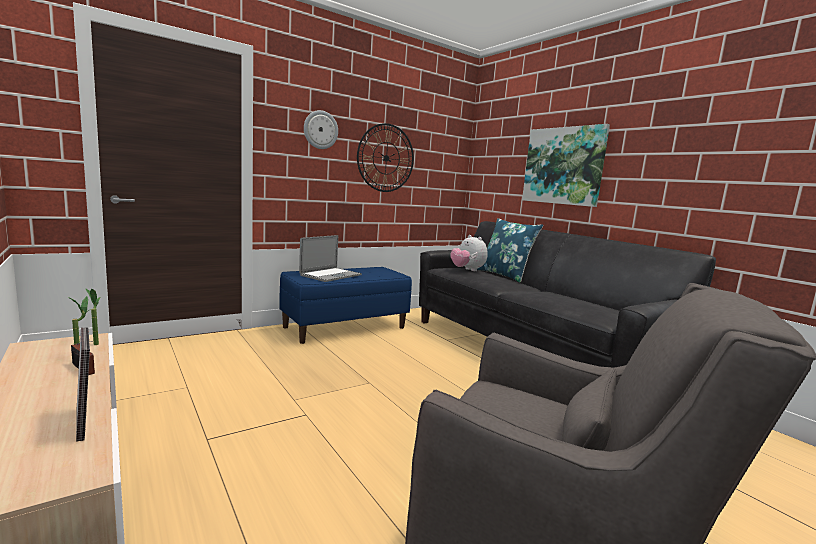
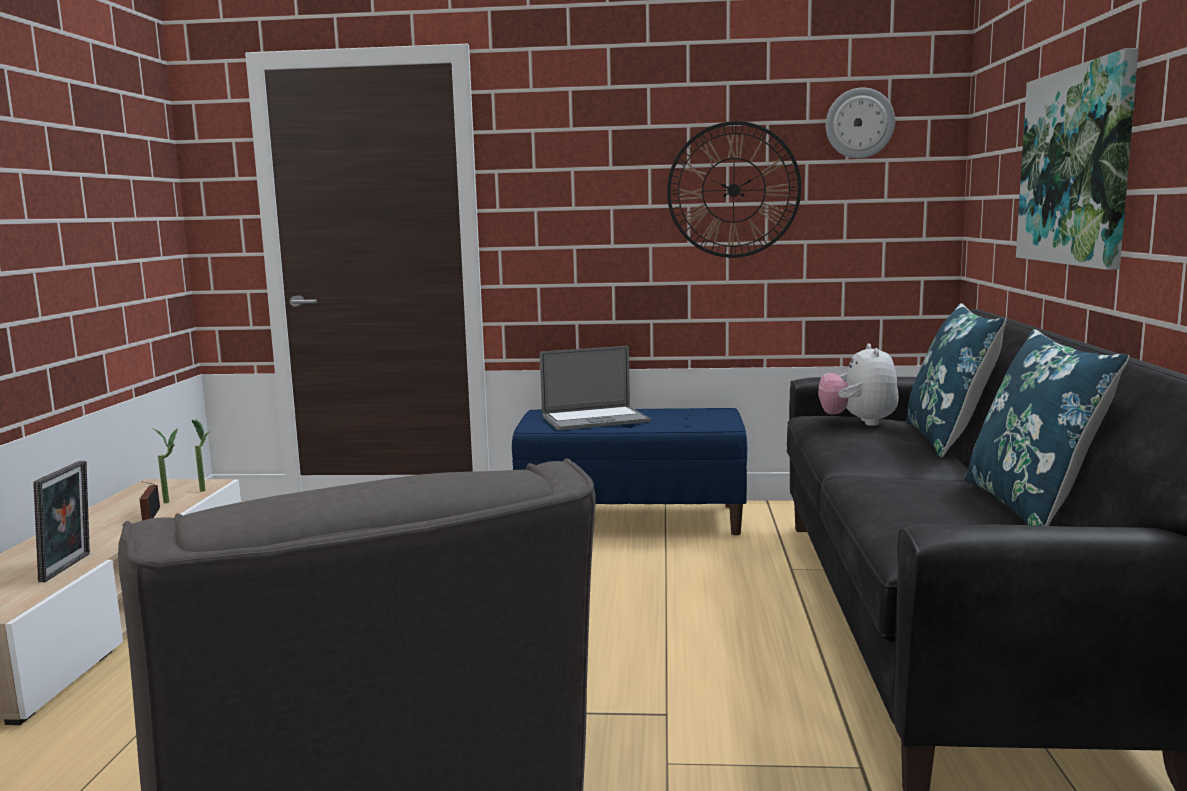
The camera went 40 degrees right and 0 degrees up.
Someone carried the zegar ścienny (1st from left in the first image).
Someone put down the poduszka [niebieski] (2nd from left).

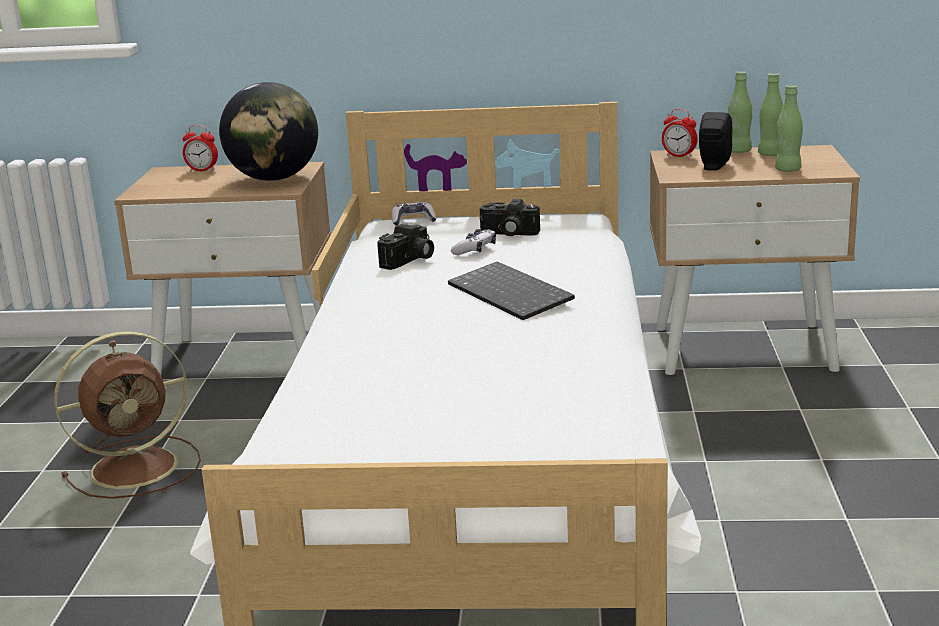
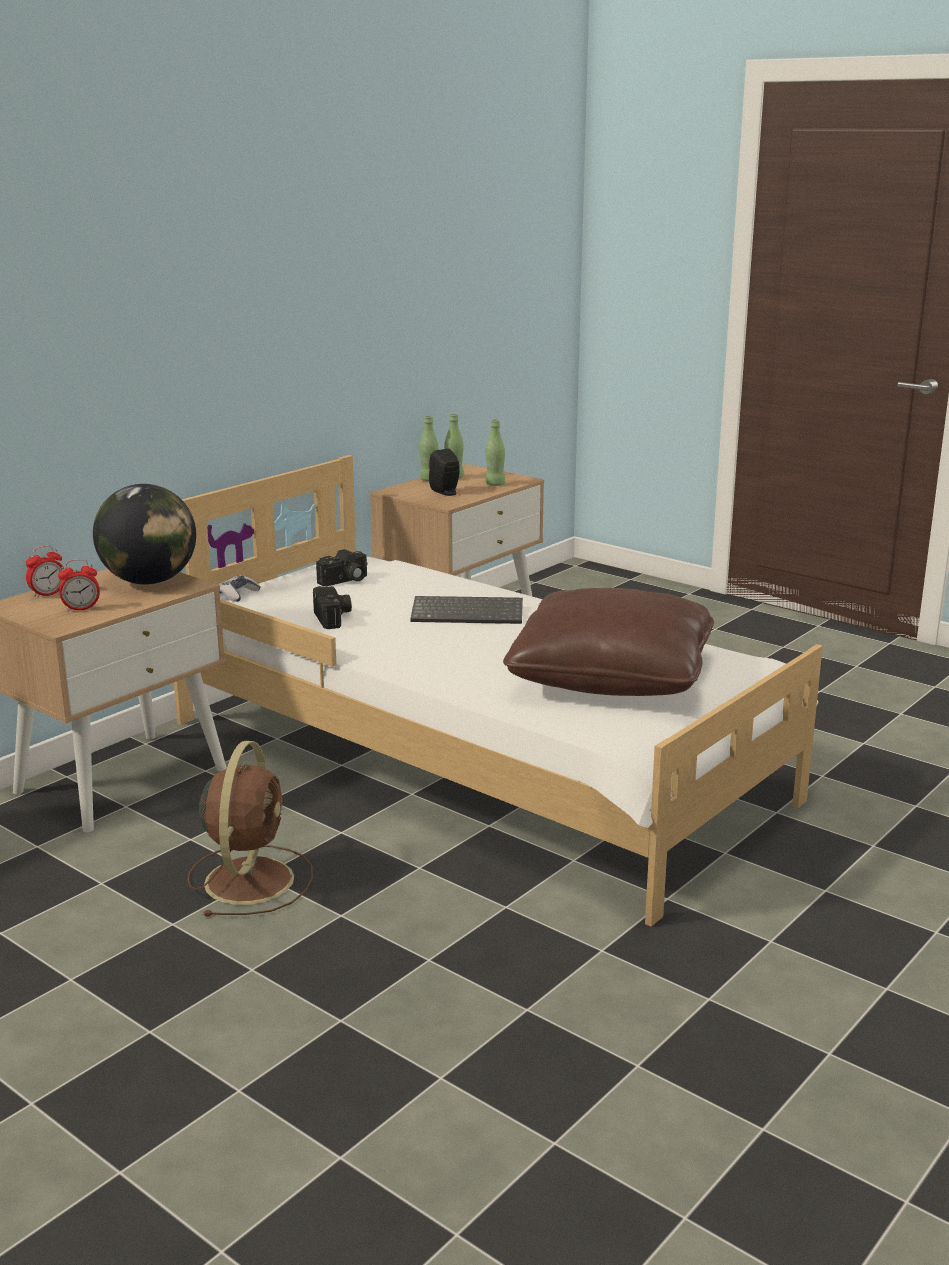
The camera went 55 degrees left and 0 degrees up.
Someone took away the pad do gier (2nd from left).
Someone carried the budzik (2nd from left).
Someone put down the poduszka [brązowy].

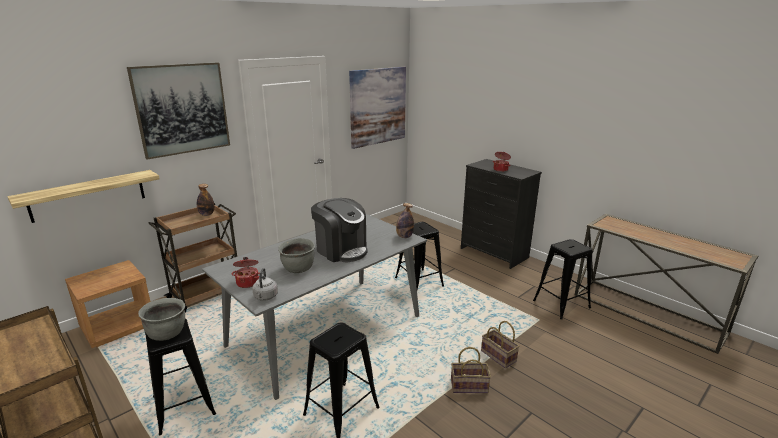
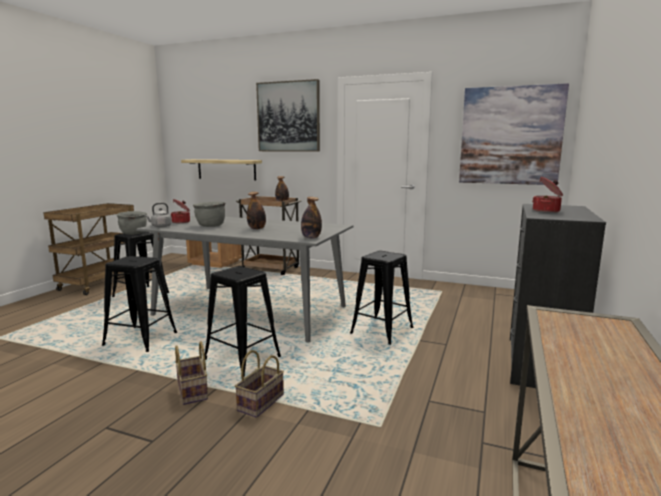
The camera went 65 degrees right and 10 degrees down.
Someone swapped the ekspres do kawy for the butelka (1st from left).
Someone carried the stołek [czarny] (4th from left in the first image).

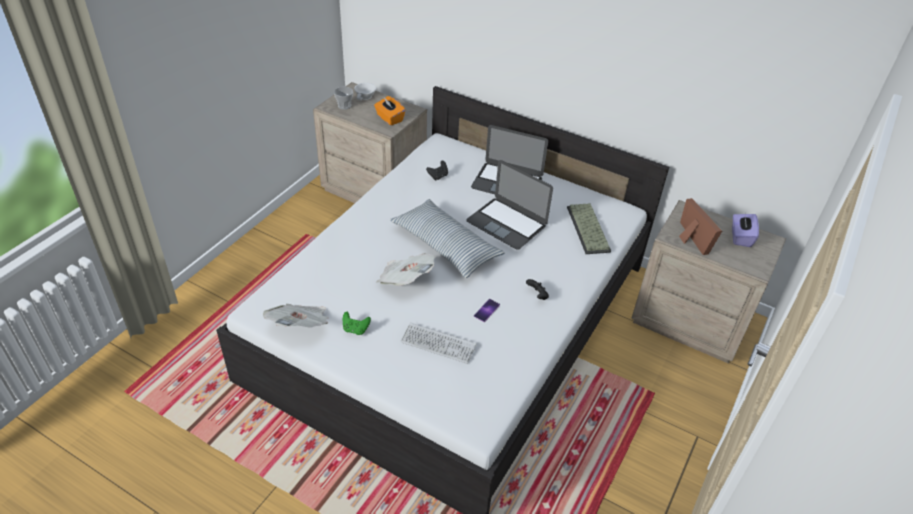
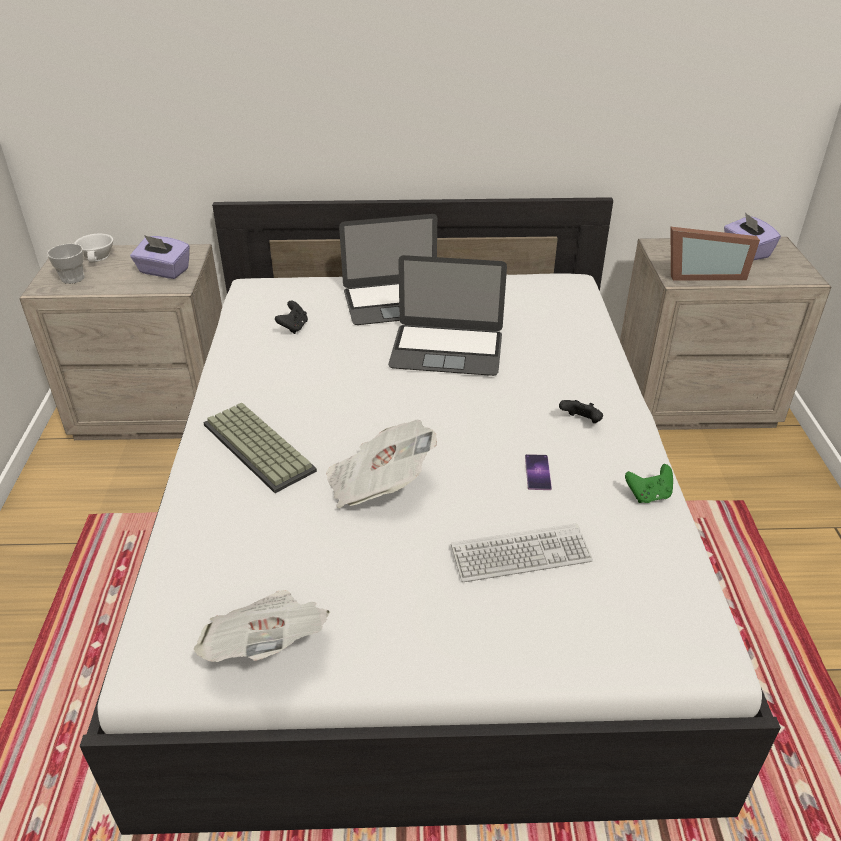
The camera went 30 degrees left and 5 degrees down.
Someone carried the pad do gier [zielony].
Someone repainted the pudełko chusteczek [pomarańczowy], which became the pudełko chusteczek [fioletowy] (1st from left).
Someone took away the poduszka.
Someone carried the klawiatura (2nd from left in the first image).
Someone rotated the ramka na zdjęcie by 135 degrees clockwise.

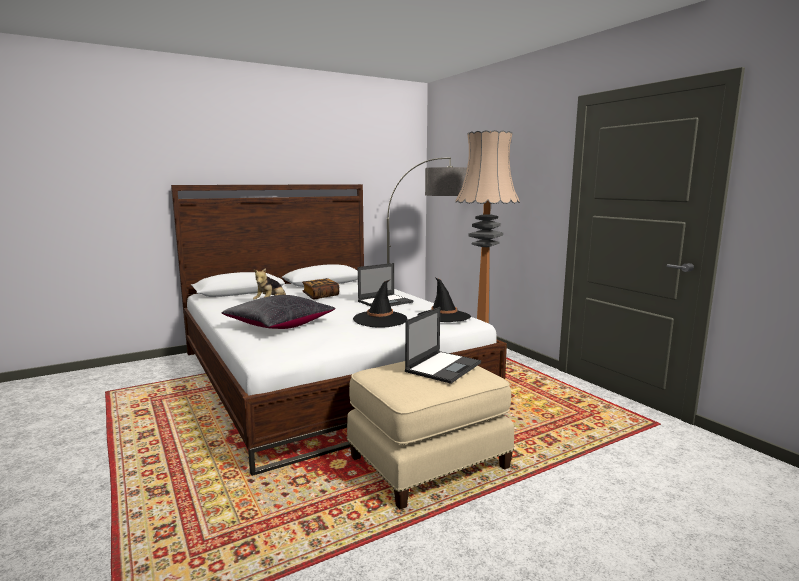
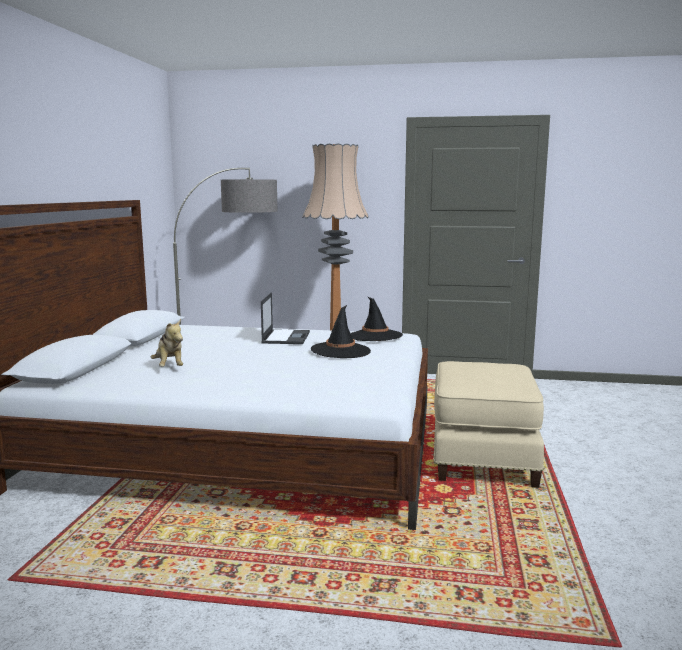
The camera went 50 degrees left and 0 degrees up.
Someone took away the poduszka [czarny].
Someone took away the książka.
Someone took away the laptop (2nd from left).

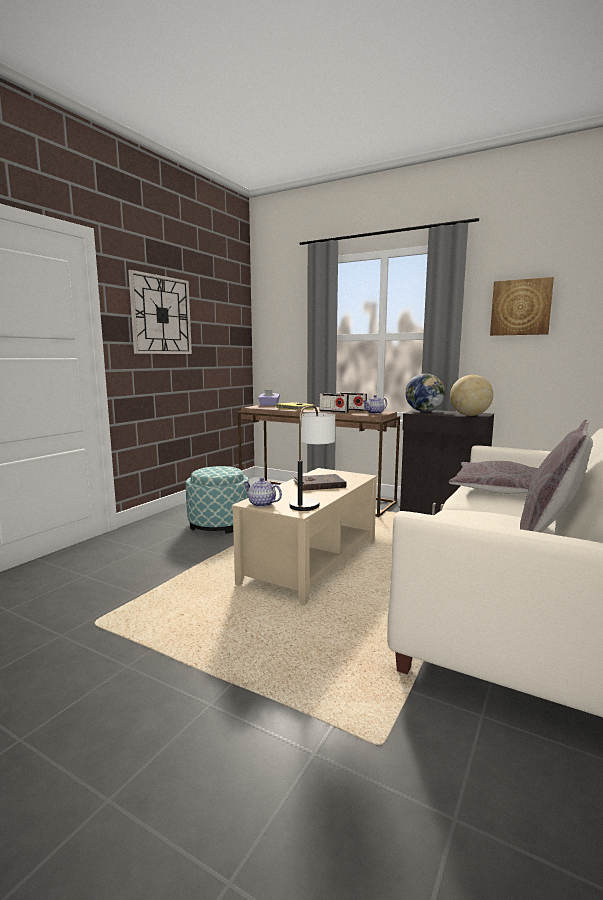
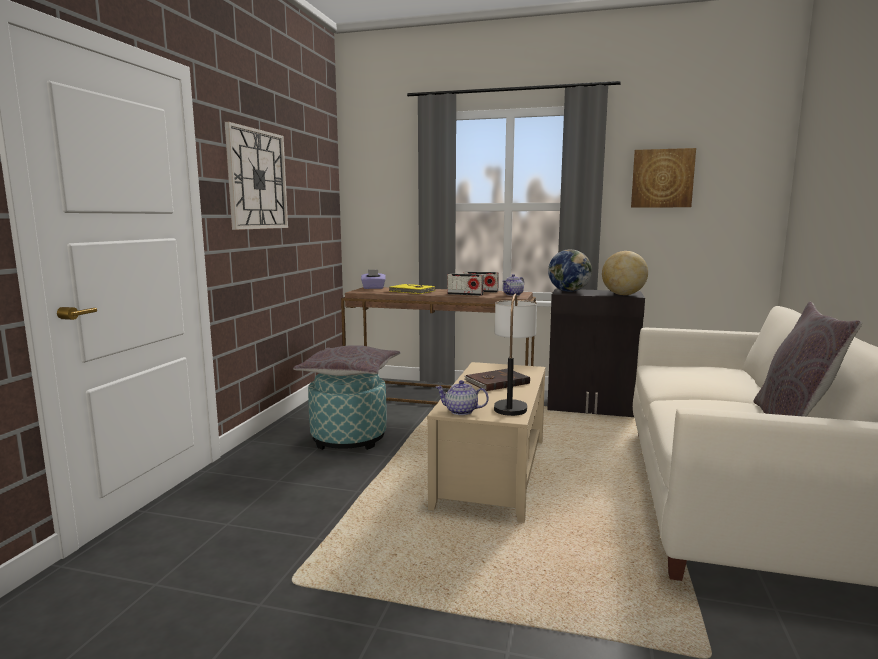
The camera went 15 degrees left and 0 degrees up.
Someone carried the poduszka [szary] (1st from left).

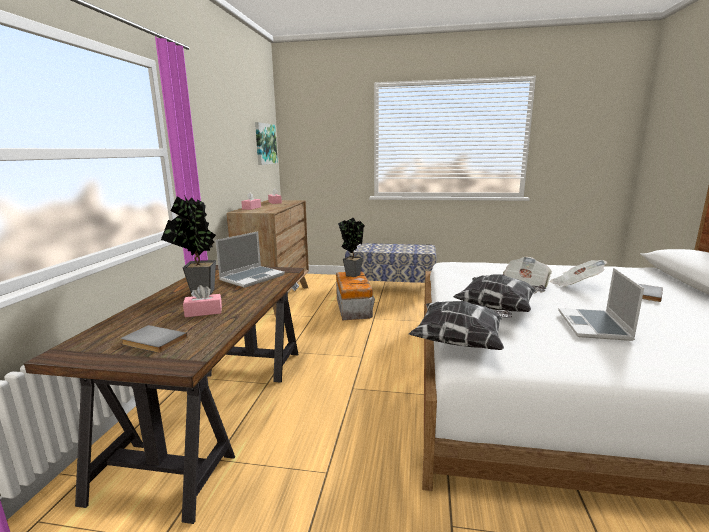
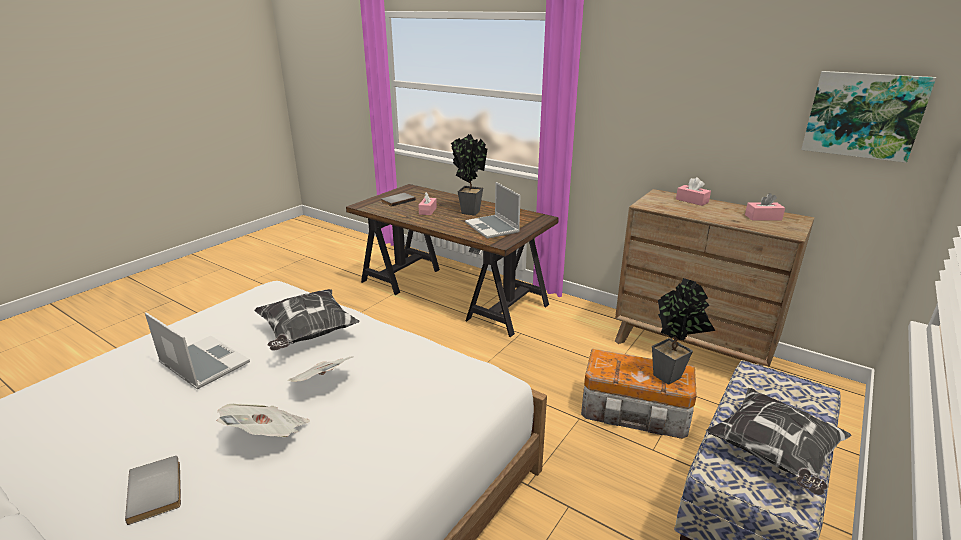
The camera went 115 degrees right and 10 degrees up.
Someone carried the poduszka (1st from left in the first image).

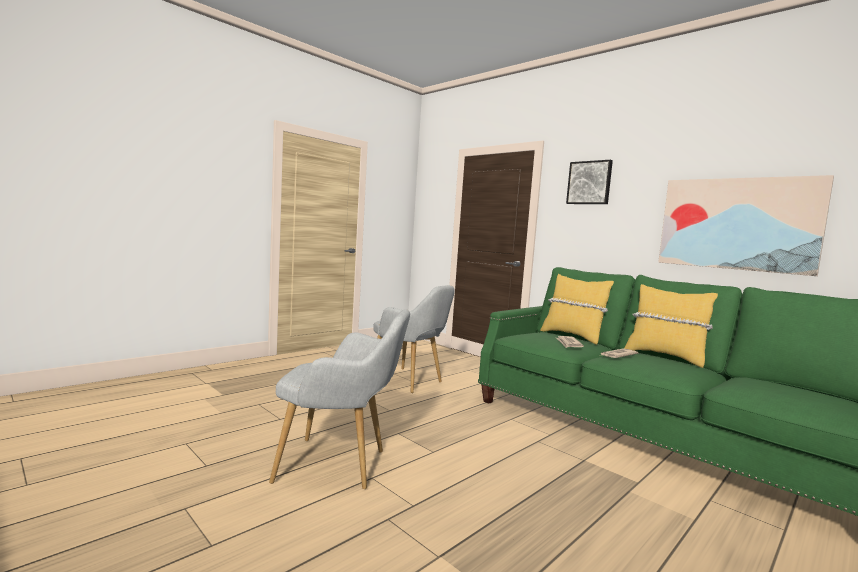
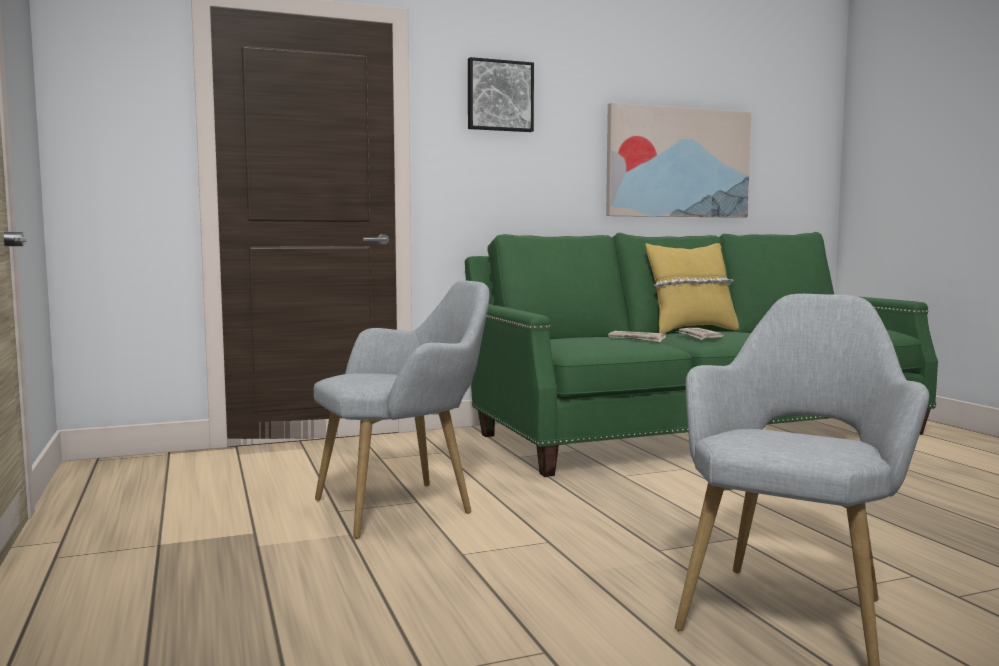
The camera went 65 degrees left and 0 degrees up.
Someone took away the poduszka [żółty] (1st from left).

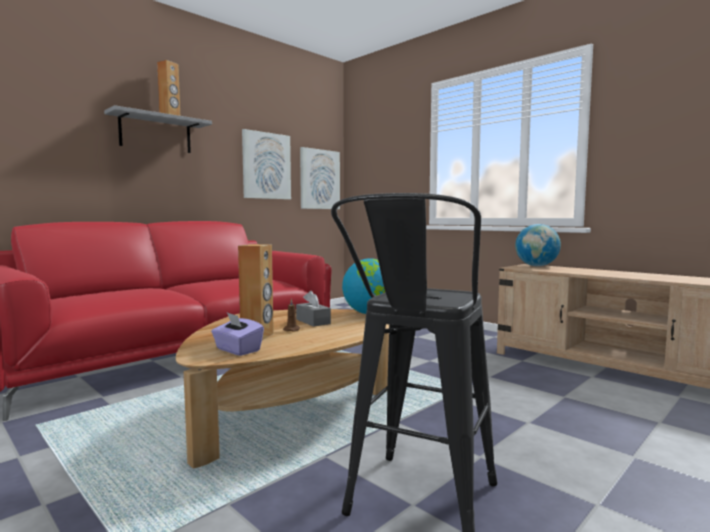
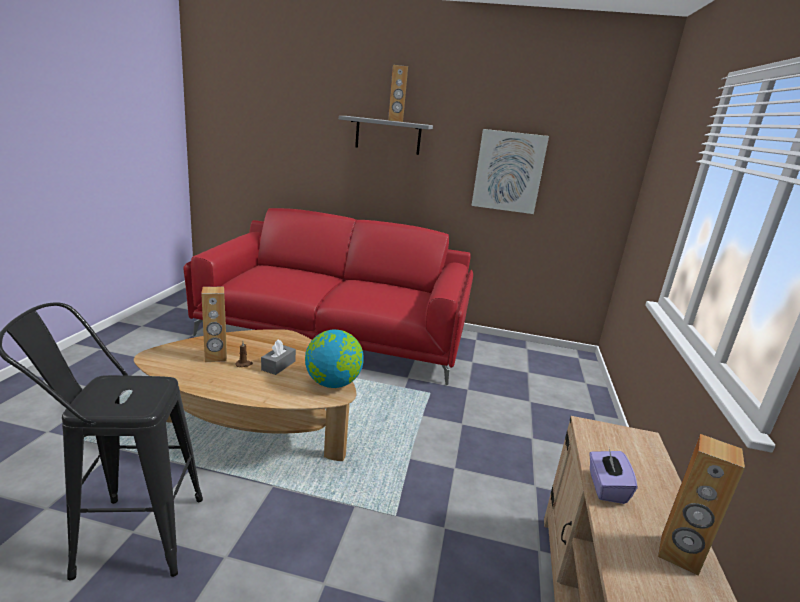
The camera went 55 degrees right and 15 degrees up.
Someone carried the pudełko chusteczek [fioletowy].
Someone took away the obraz (2nd from left).
Someone took away the globus (2nd from left).
Someone put down the głośnik [brązowy] (3rd from left).

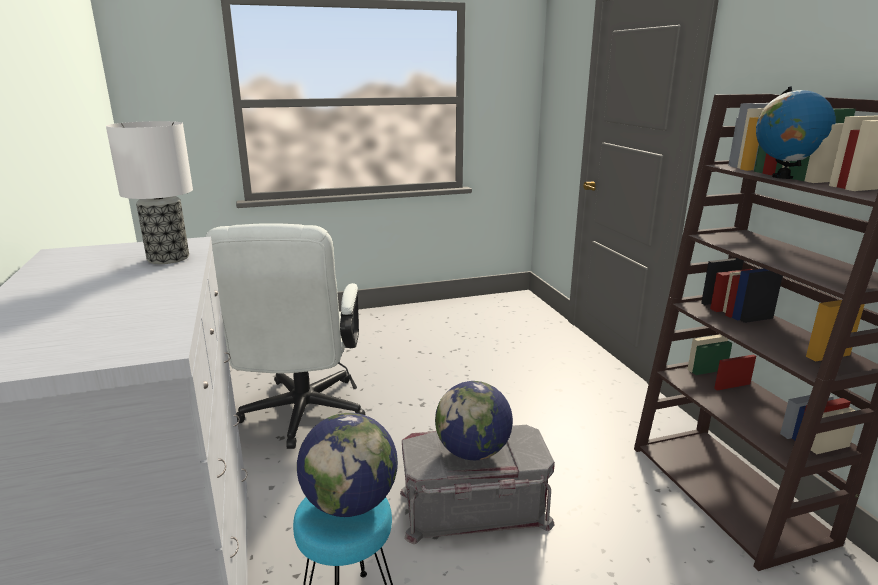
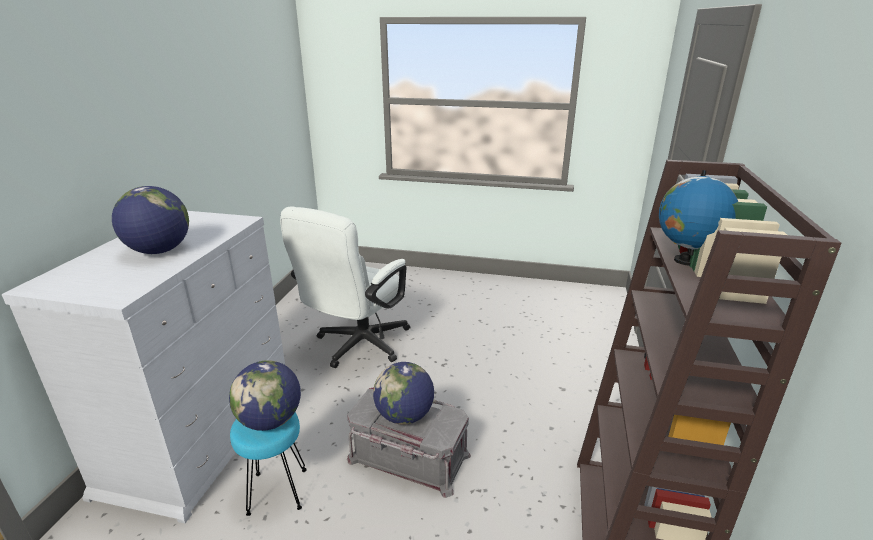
The camera went 30 degrees right and 5 degrees up.
Someone took away the lampa stołowa.
Someone put down the globus (1st from left).

